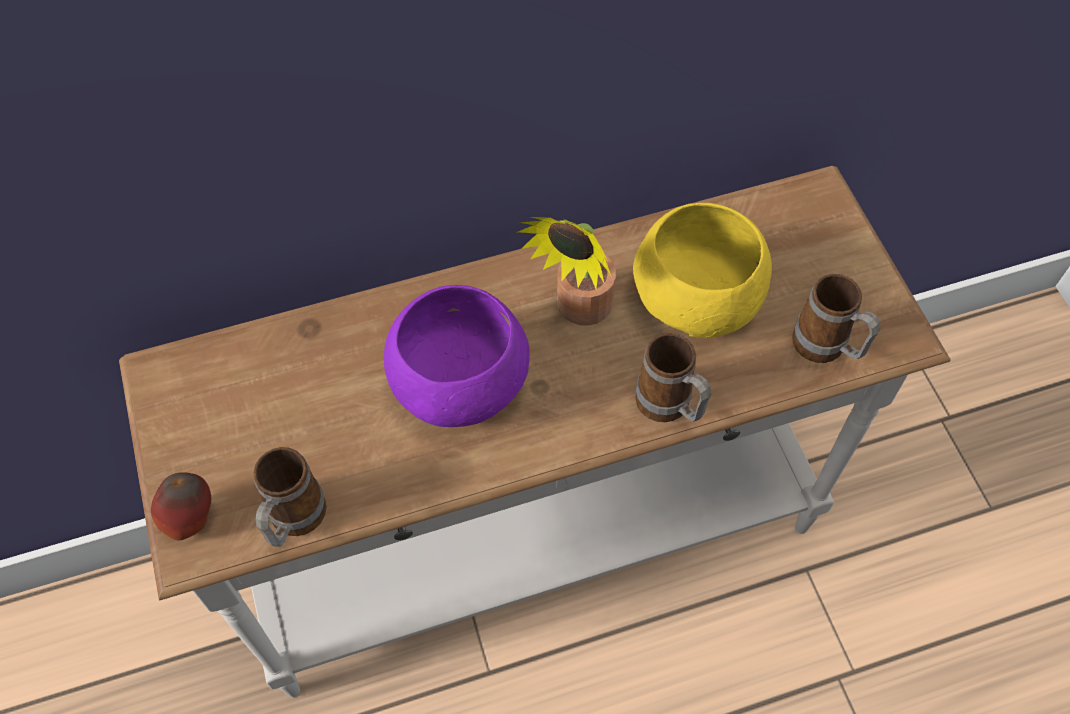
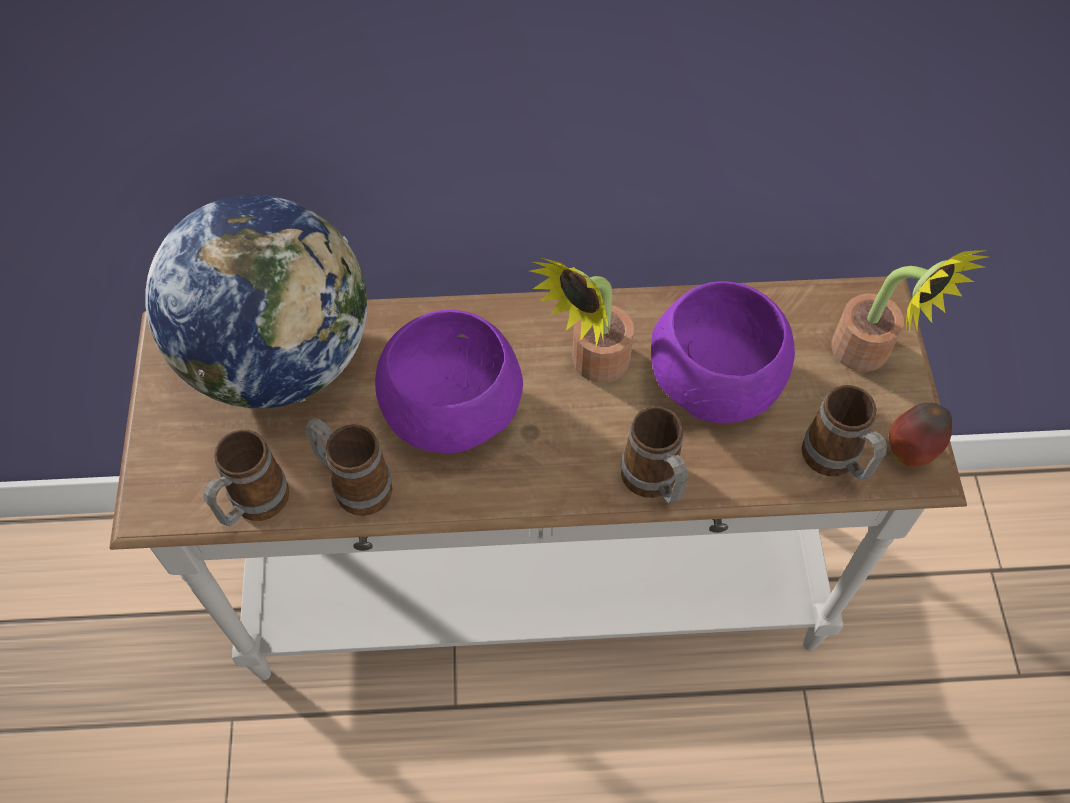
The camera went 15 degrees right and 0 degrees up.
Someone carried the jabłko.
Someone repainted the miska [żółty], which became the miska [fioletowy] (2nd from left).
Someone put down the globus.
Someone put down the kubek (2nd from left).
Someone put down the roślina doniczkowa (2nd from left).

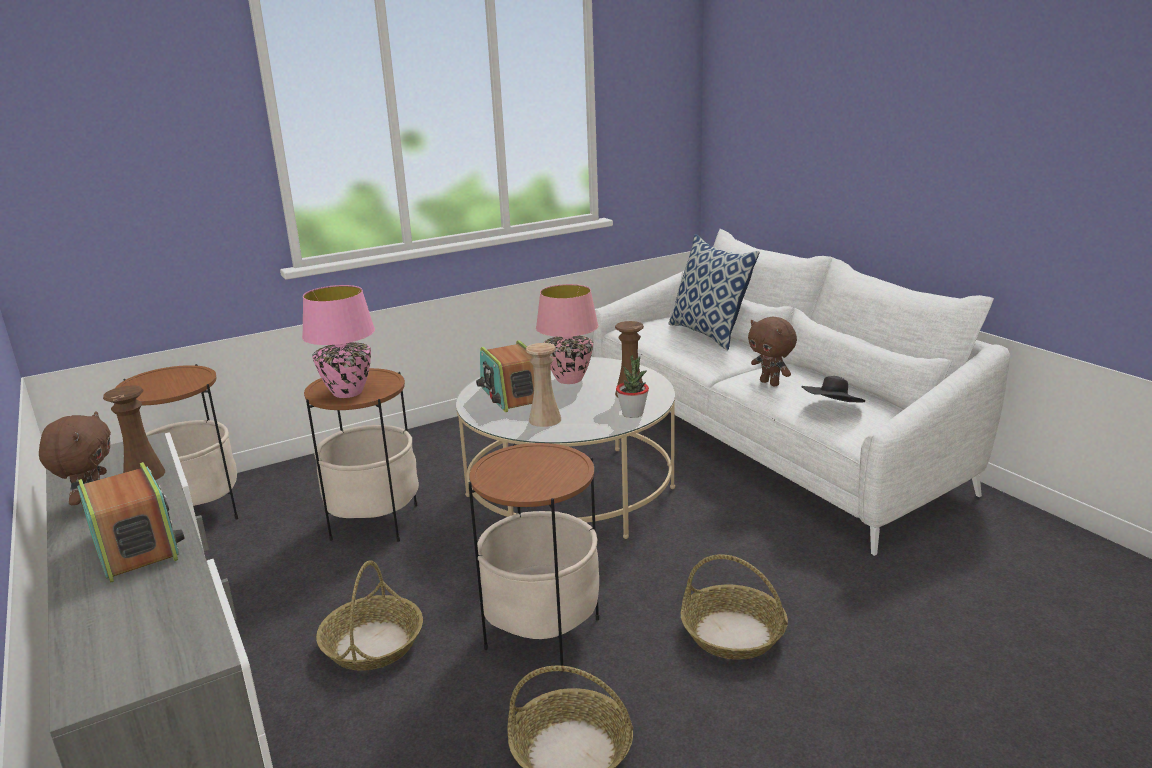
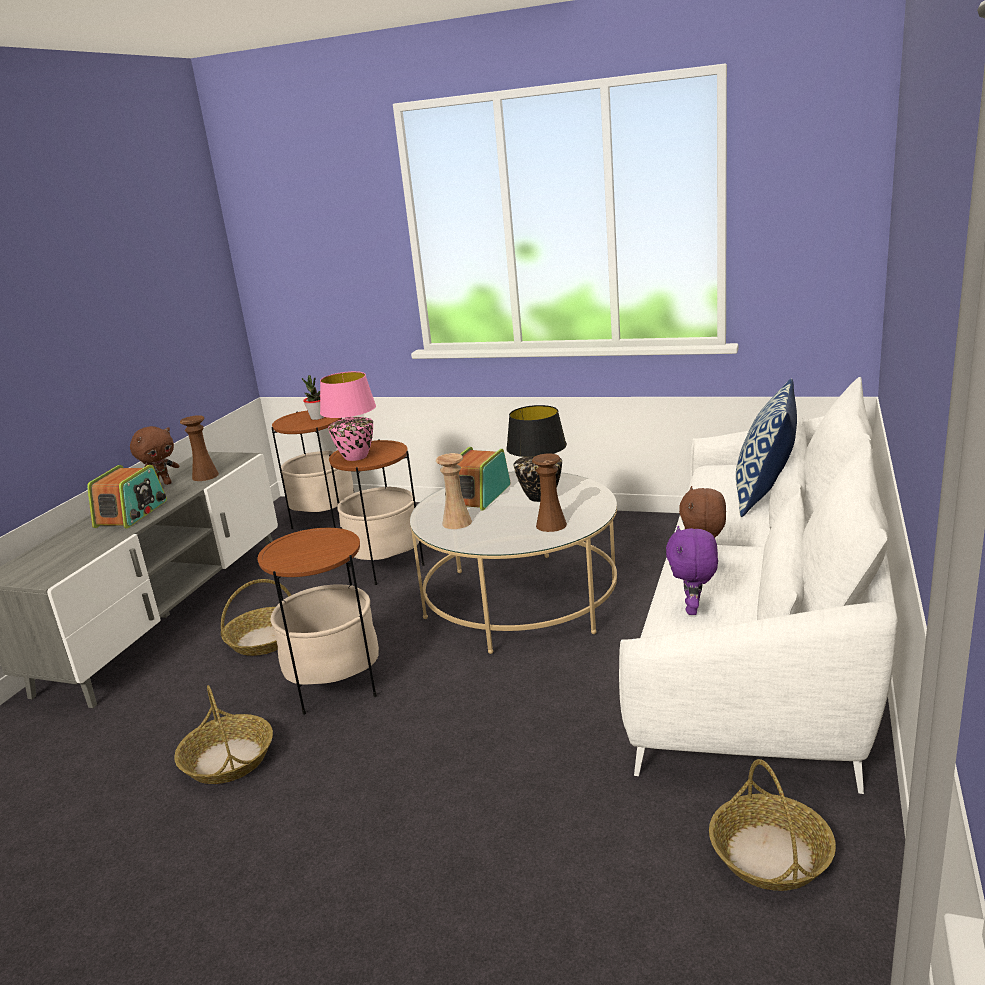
The camera went 50 degrees right and 0 degrees up.
Someone repainted the lampa stołowa [różowy] (2nd from left), which became the lampa stołowa [czarny].
Someone carried the roślina doniczkowa.
Someone carried the koszyk (3rd from left).
Someone swapped the kapelusz [czarny] for the pluszak [fioletowy].

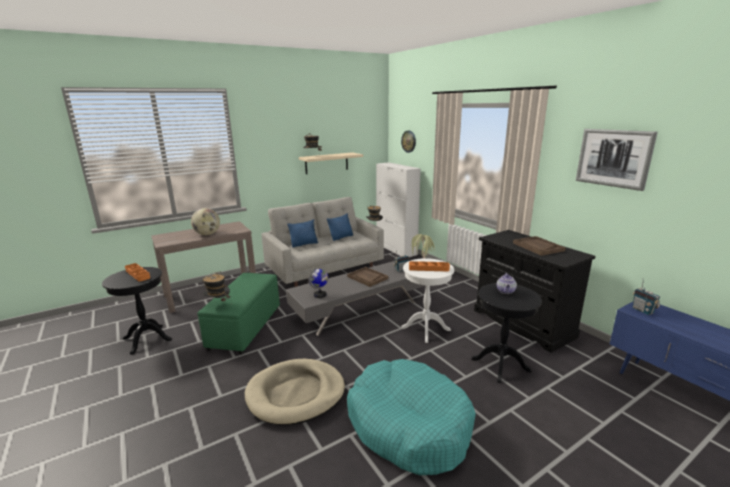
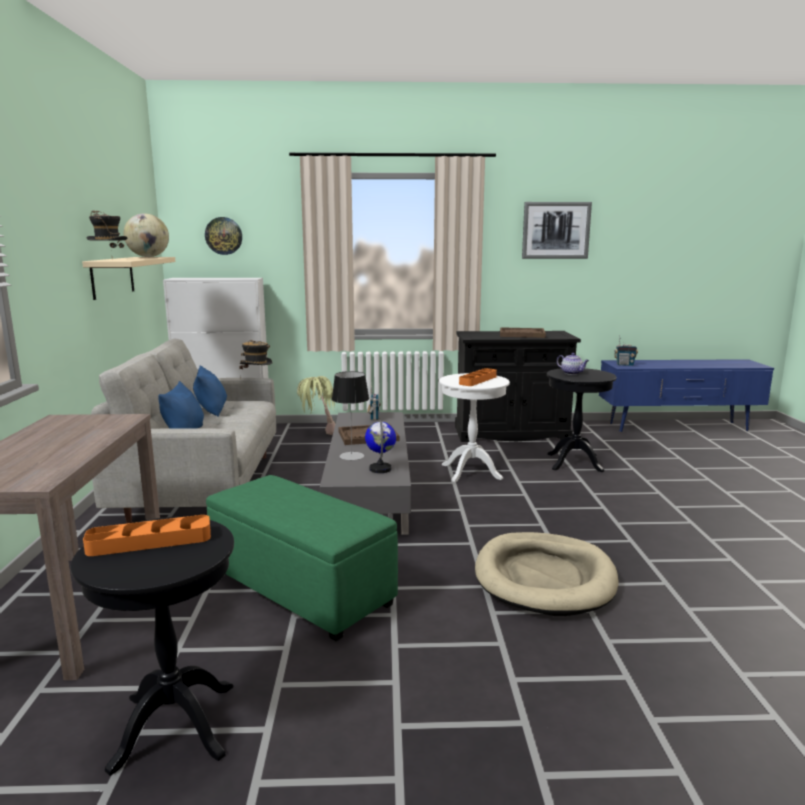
The camera went 60 degrees left and 5 degrees down.
Someone carried the globus (1st from left).
Someone took away the kapelusz (1st from left).
Someone took away the legowisko [turkusowy].
Someone put down the lampa stołowa.

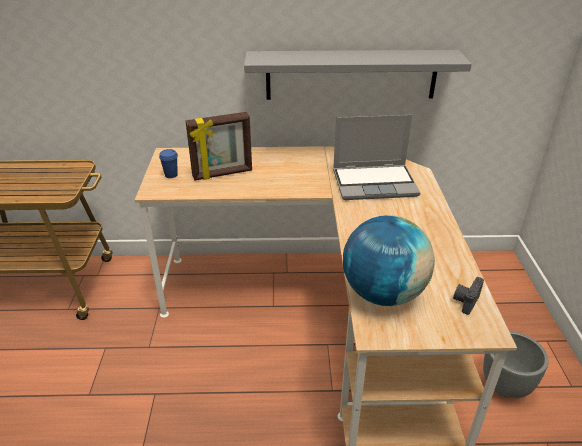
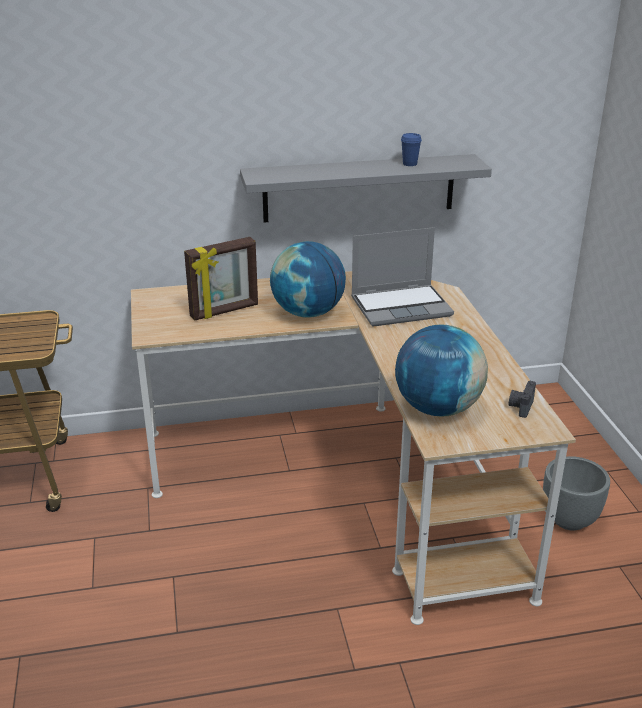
The camera went 10 degrees left and 5 degrees down.
Someone carried the filiżanka [niebieski].
Someone put down the globus (1st from left).

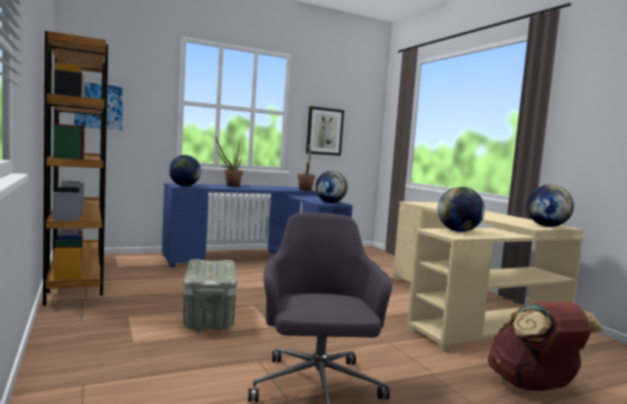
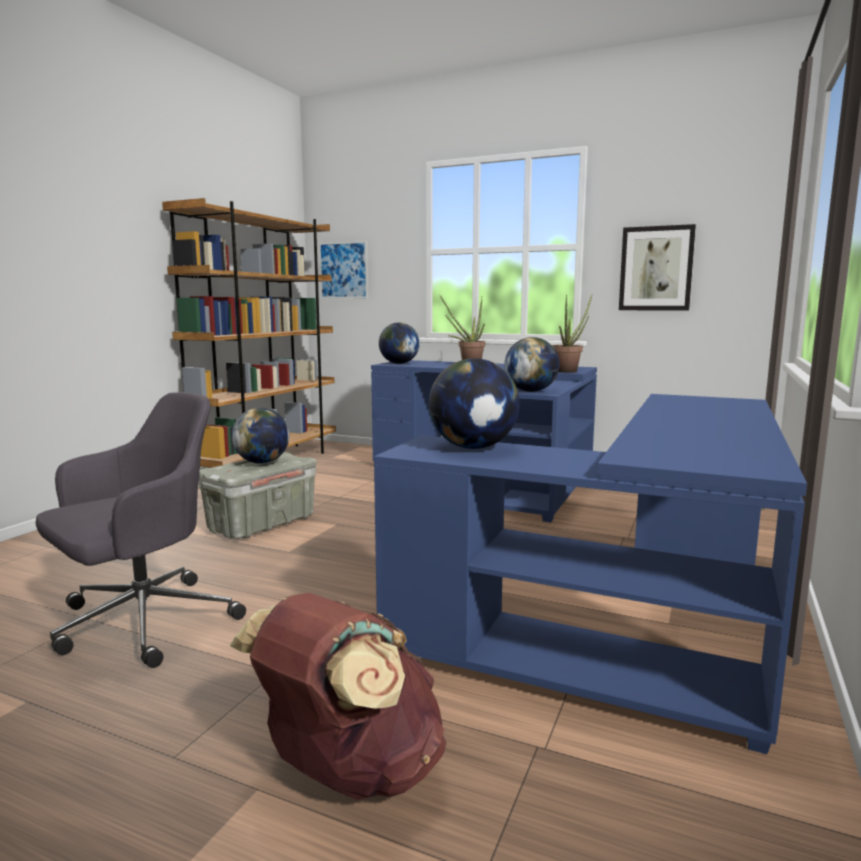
The camera went 50 degrees right and 5 degrees up.
Someone repainted the biurko [beżowy], which became the biurko [niebieski] (2nd from left).
Someone carried the globus (4th from left in the first image).

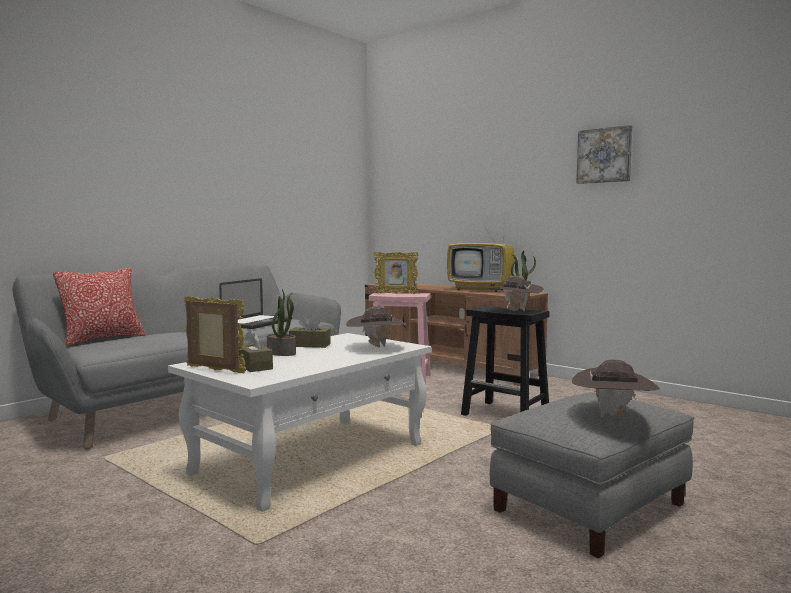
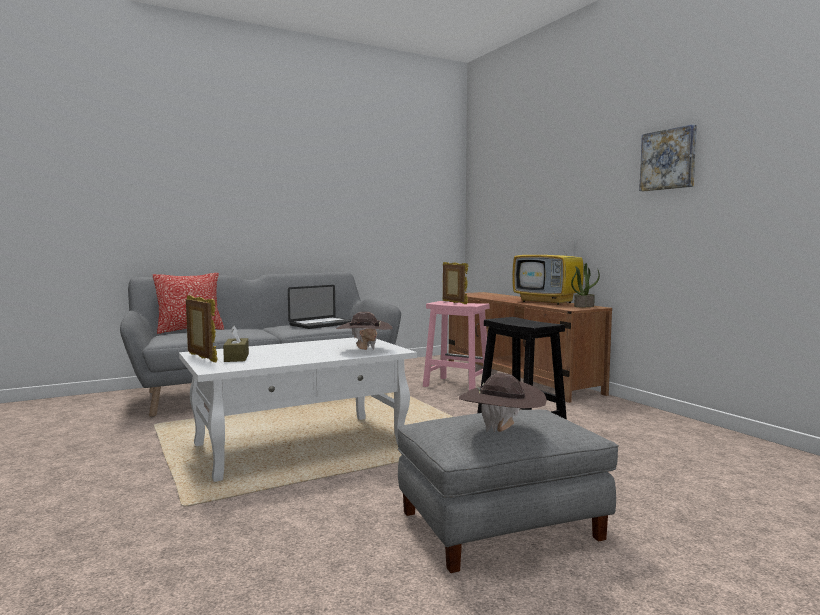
The camera went 20 degrees right and 0 degrees up.
Someone took away the roślina doniczkowa (1st from left).
Someone took away the pudełko chusteczek [brązowy] (2nd from left).
Someone rotated the ramka na zdjęcie (2nd from left) by 150 degrees counterclockwise.
Someone took away the kapelusz [brązowy] (2nd from left).

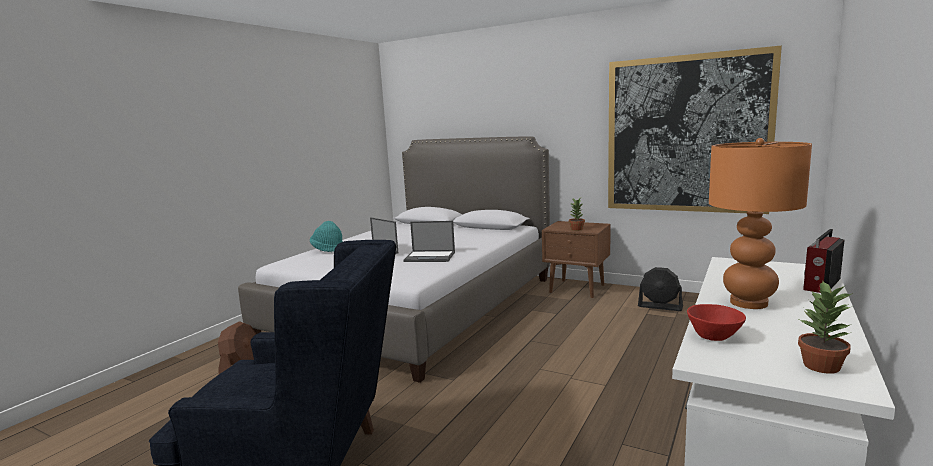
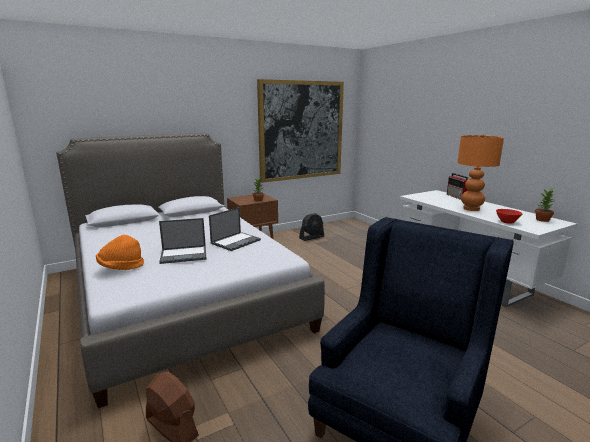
The camera went 60 degrees left and 5 degrees up.
Someone repainted the kapelusz [turkusowy], which became the kapelusz [pomarańczowy].

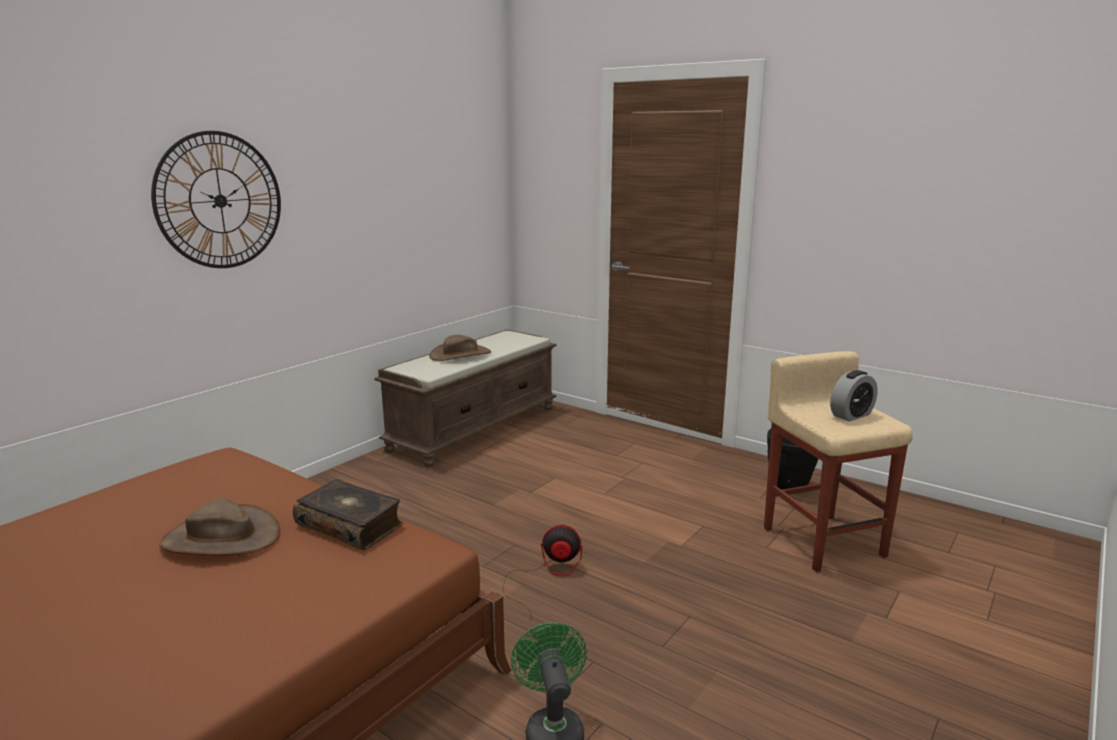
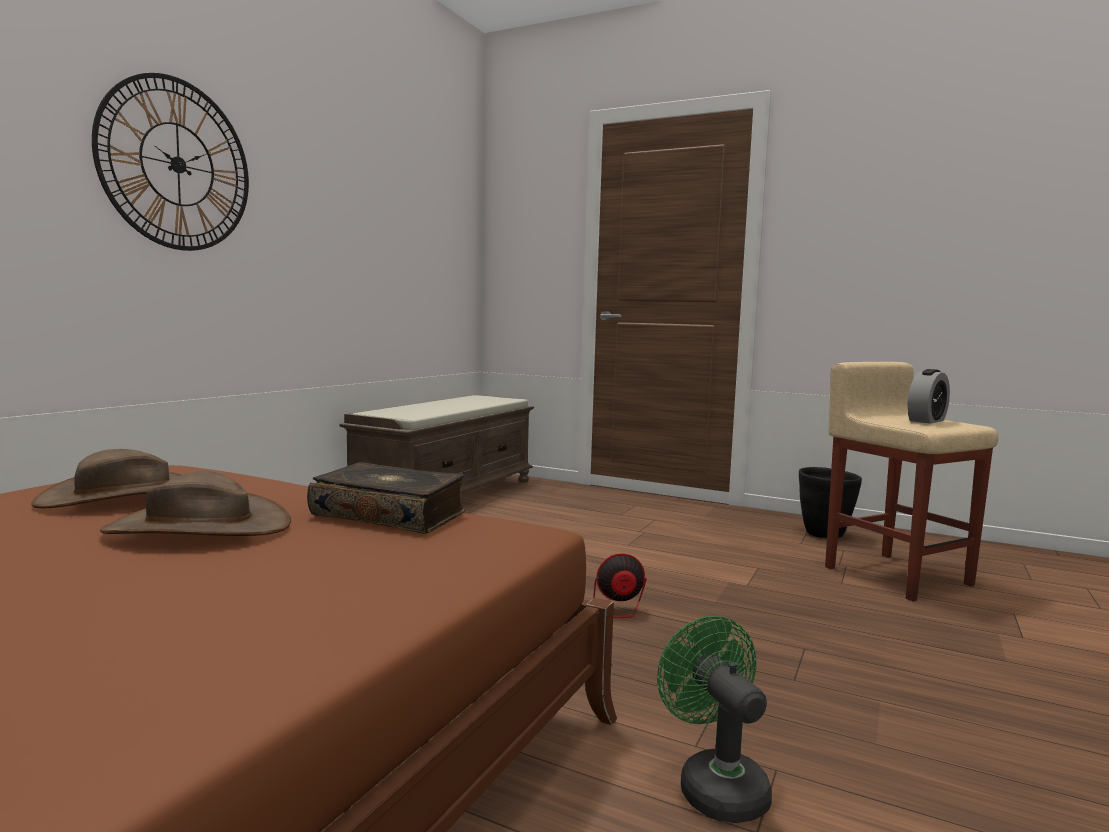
The camera went 10 degrees left and 10 degrees down.
Someone carried the kapelusz [brązowy] (2nd from left in the first image).

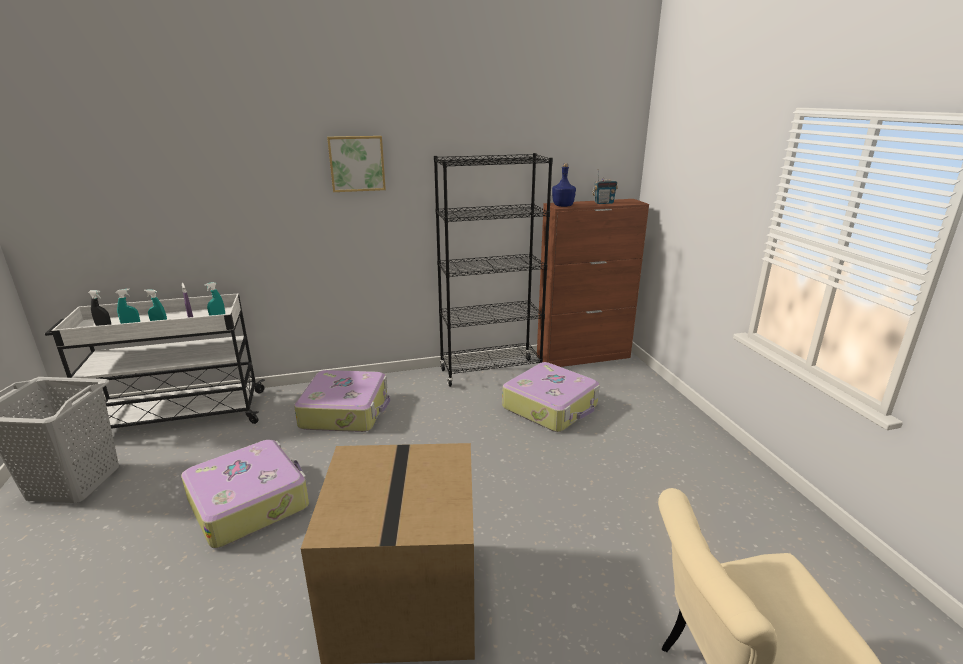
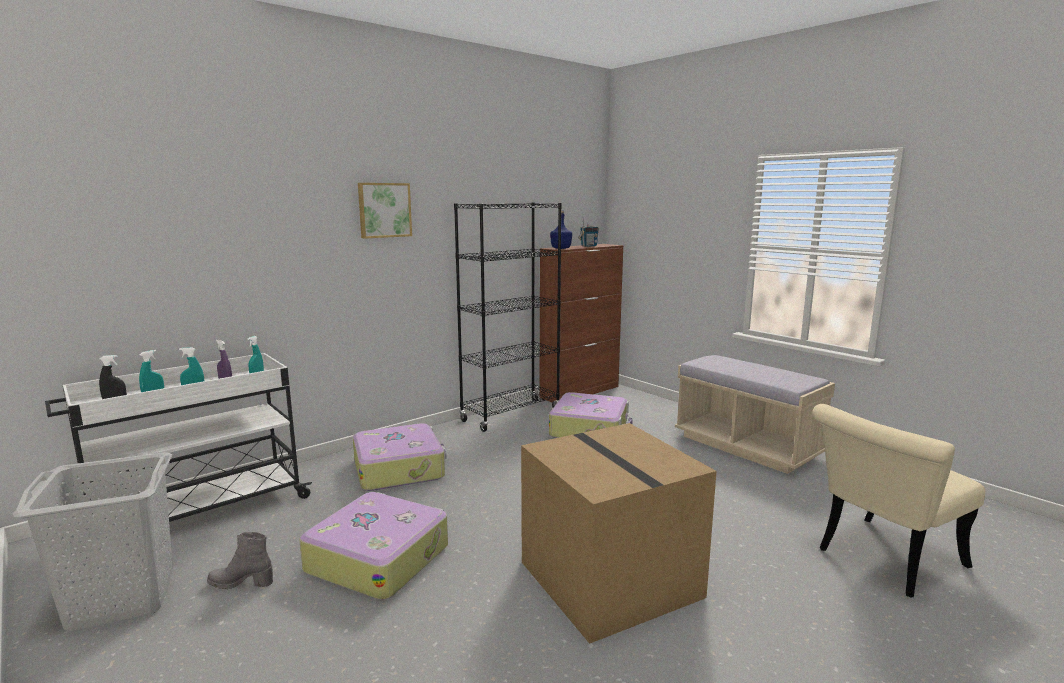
The camera went 25 degrees left and 10 degrees down.
Someone put down the but z cholewką [szary].
Someone put down the ławka [beżowy].

